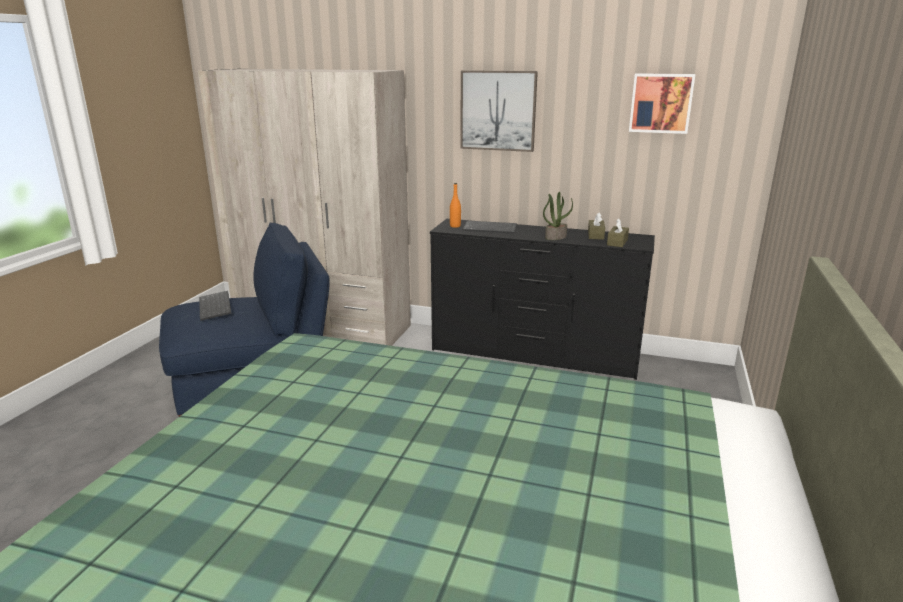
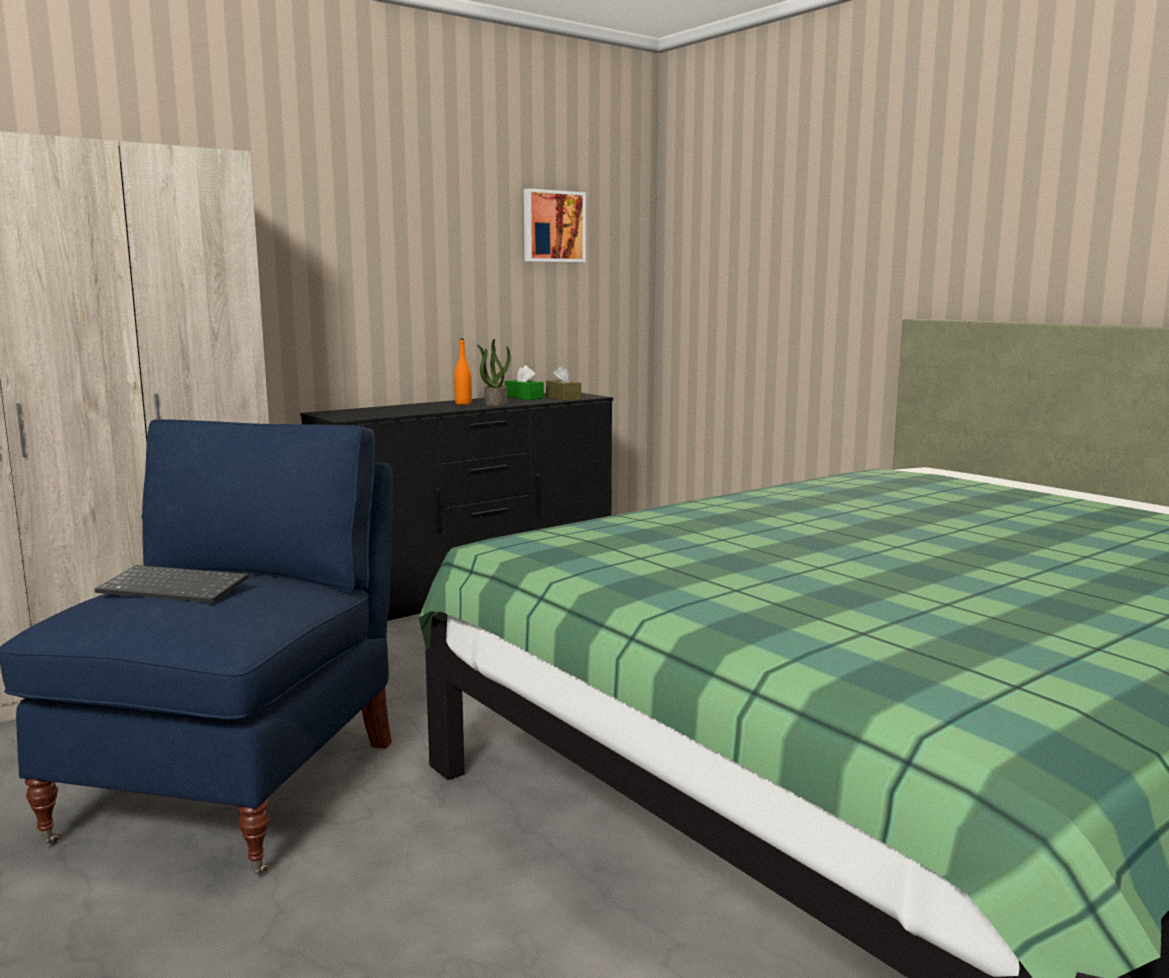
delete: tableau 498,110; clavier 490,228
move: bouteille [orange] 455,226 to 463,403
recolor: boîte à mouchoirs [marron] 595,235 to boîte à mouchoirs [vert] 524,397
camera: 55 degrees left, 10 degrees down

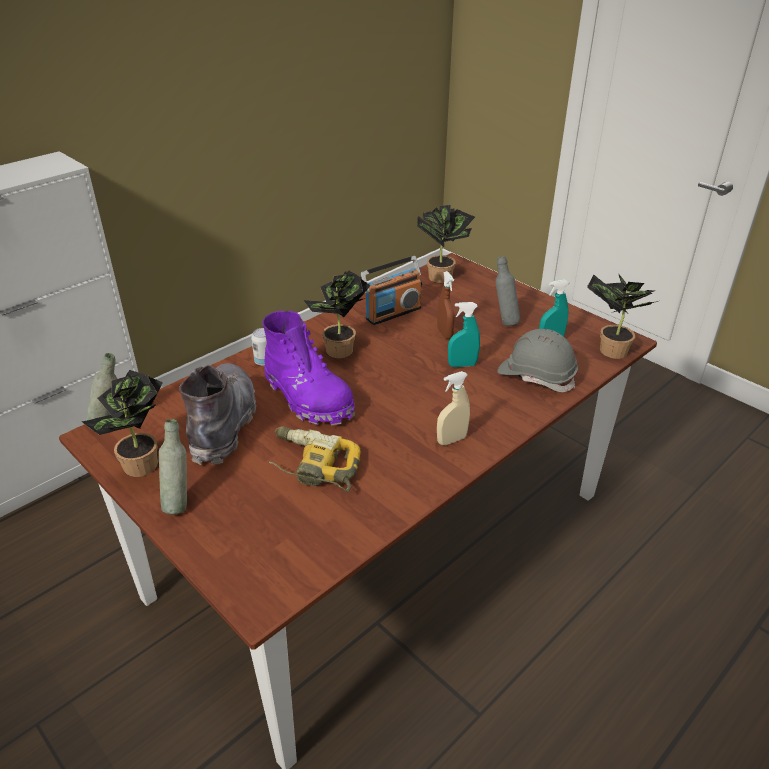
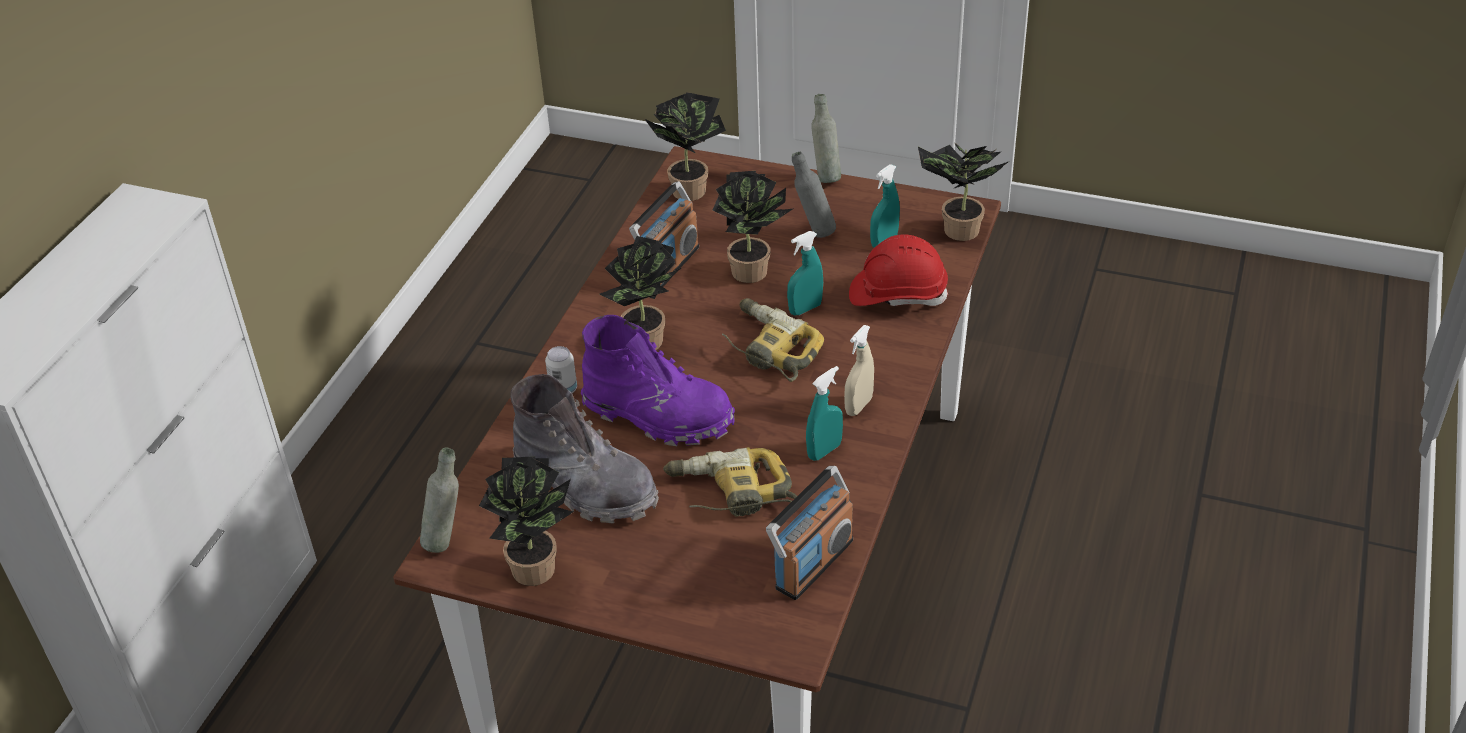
insert: perceuse 768,349; radio 813,563; vaporisateur [turquoise] 824,451
move: bouteille [gris] 179,503 to 825,176
replace: vaporisateur [marron] 444,333 to plante en pot 754,273
recolor: casque de chantier [gris] 536,376 to casque de chantier [rouge] 897,294
rotate: botte [gris] 223,424 = 585,485 150 degrees clockwise
camera: 25 degrees left, 5 degrees up

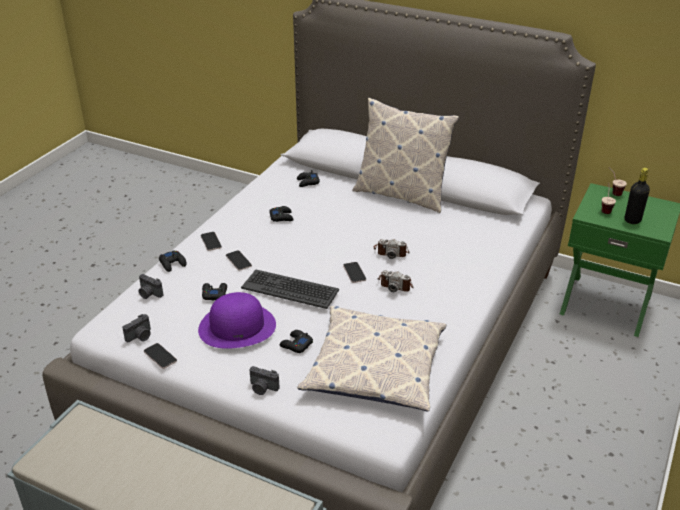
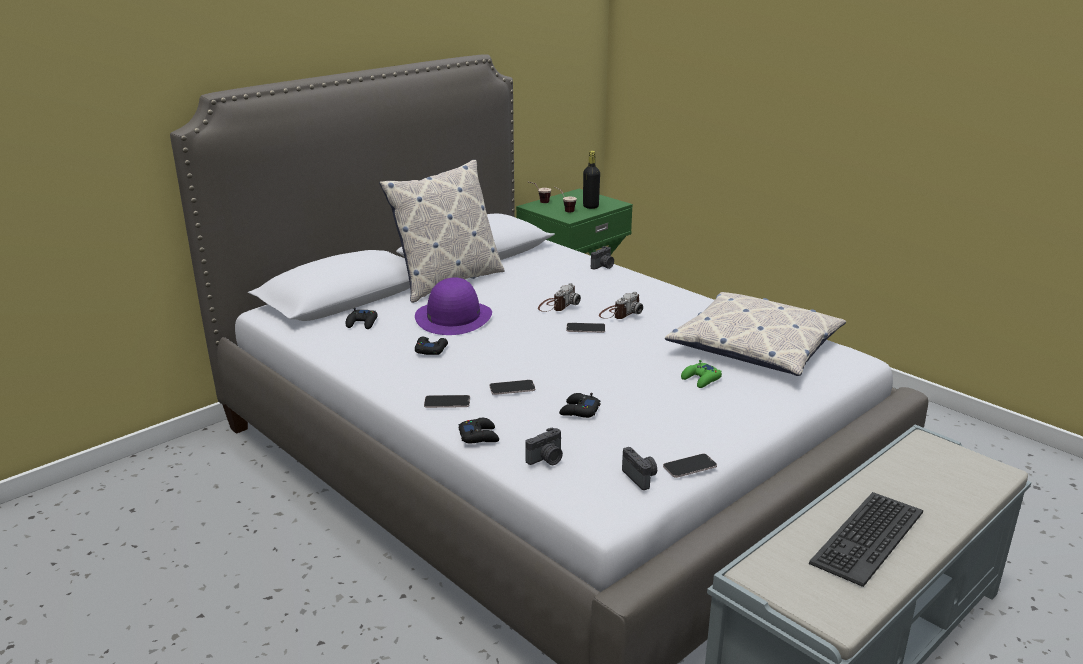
move: chapeau [violet] 237,326 to 453,317; appareil photo 262,388 to 603,266; clavier 290,289 to 866,537
recolor: manette [noir] 296,345 to manette [vert] 701,379
camera: 70 degrees left, 10 degrees down

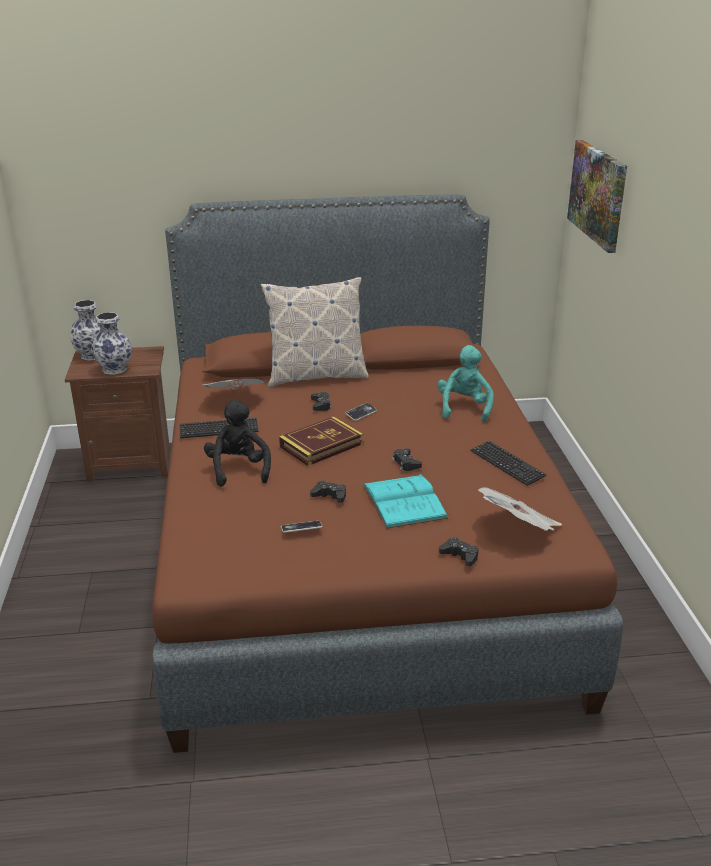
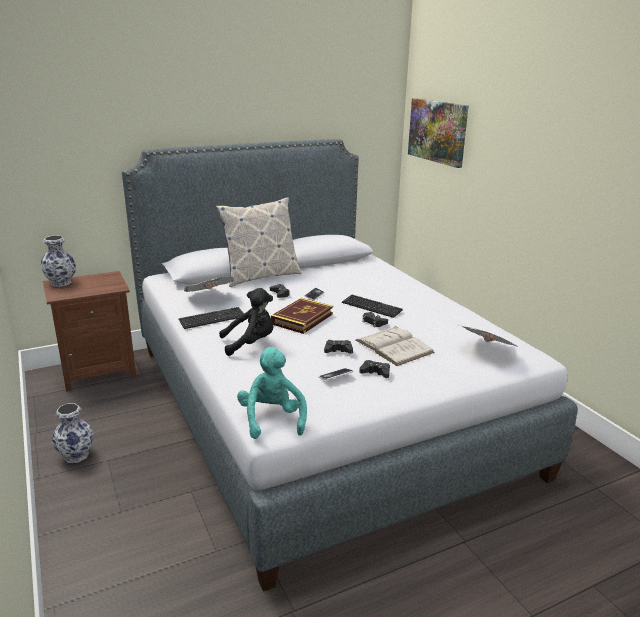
move: vase 115,369 to 77,455; peluche [turquoise] 464,408 to 272,419; clavier 507,464 to 371,307; manette [noir] 460,556 to 375,372
recolor: lit [marron] 354,552 to lit [gris] 317,406; livre [turquoise] 404,501 to livre [blanc] 394,346
rotate: peluche [noir] 238,469 = 250,344 105 degrees clockwise
camera: 20 degrees left, 5 degrees down

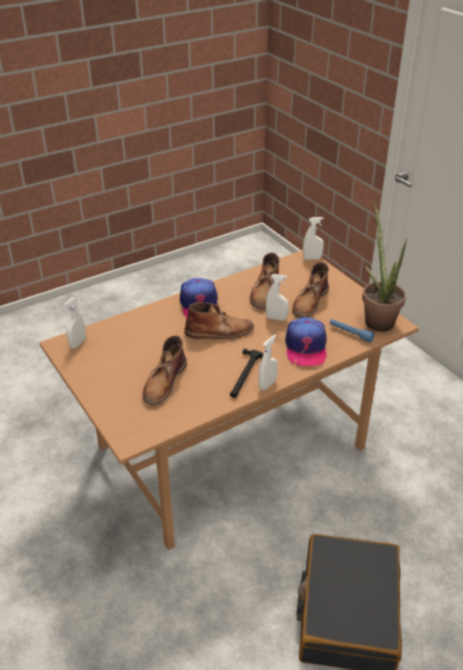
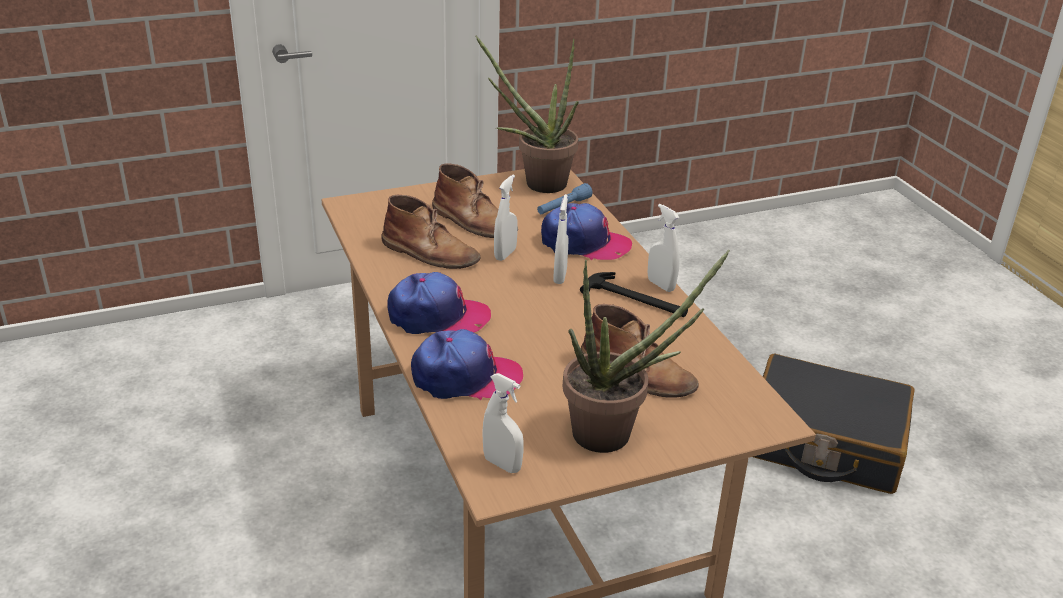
delete: botte [marron] 220,331
insert: casquette 465,377; plante en pot 615,434
move: vaporisateur [blanc] 312,258 to 560,276
camera: 80 degrees left, 5 degrees down

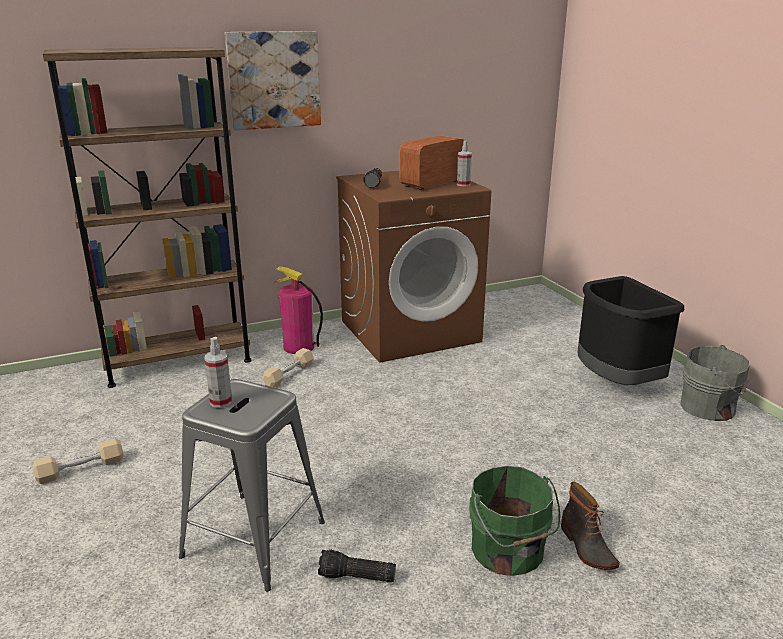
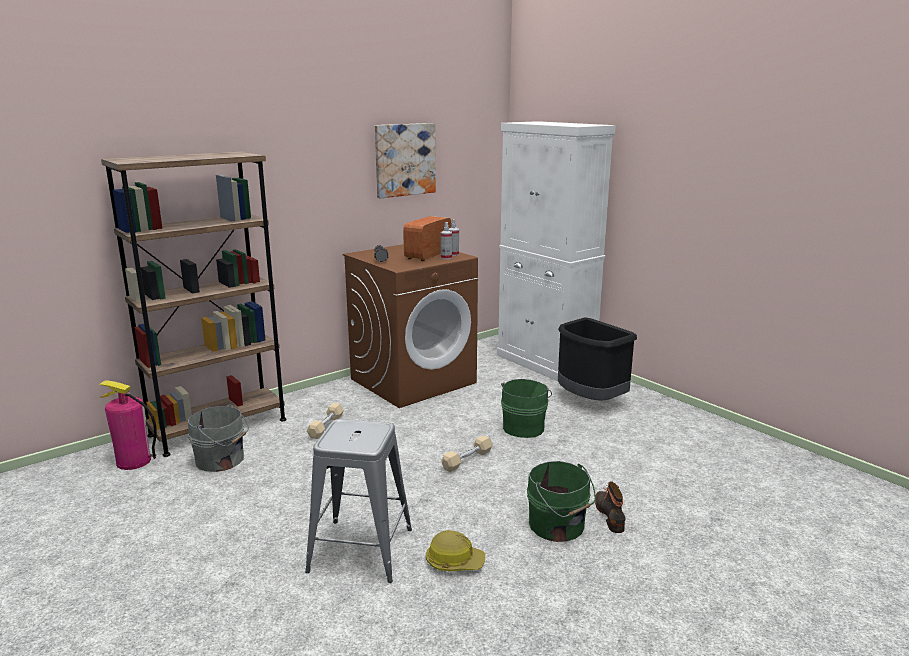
insert: meuble de rangement [blanc] 545,363; seau [vert] 524,427
move: extincteur 298,347 to 133,461; seau [gris] 710,408 to 222,460; tableau 274,80 to 404,159; vaporisateur 221,402 to 446,258; haltère [beige] 81,469 to 467,460
replace: lampe de poche 356,577 to casque de chantier 454,562
rotate: botte 586,547 = 610,515 150 degrees counterclockwise
camera: 15 degrees left, 5 degrees down

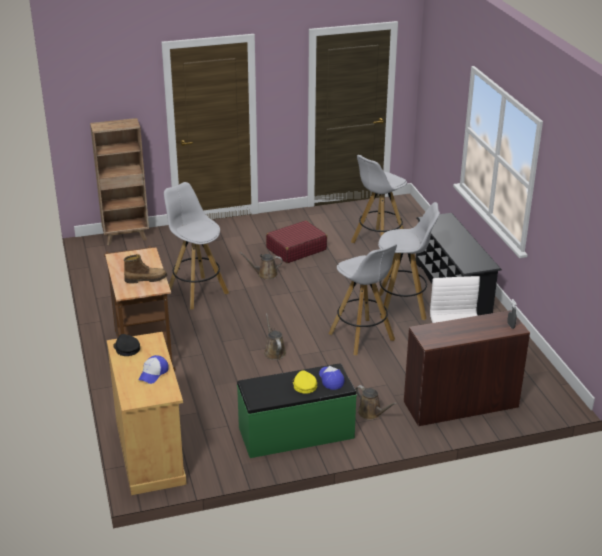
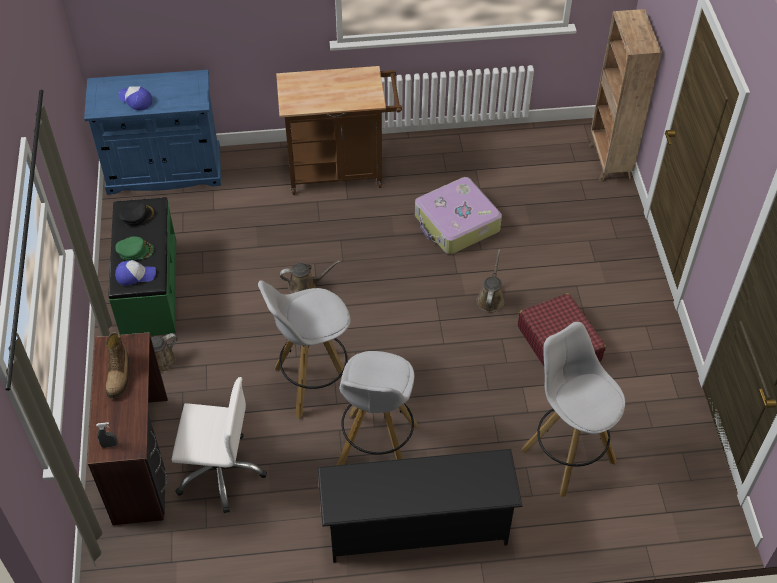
move: botte 146,279 to 119,376; casquette [noir] 126,348 to 137,215
replace: tabouret [blanc] 196,292 to valise 456,224
recolor: meuble de rangement [beige] 150,452 to meuble de rangement [bleu] 164,171; casquette [jaune] 304,385 to casquette [vert] 135,251
camera: 100 degrees right, 20 degrees up

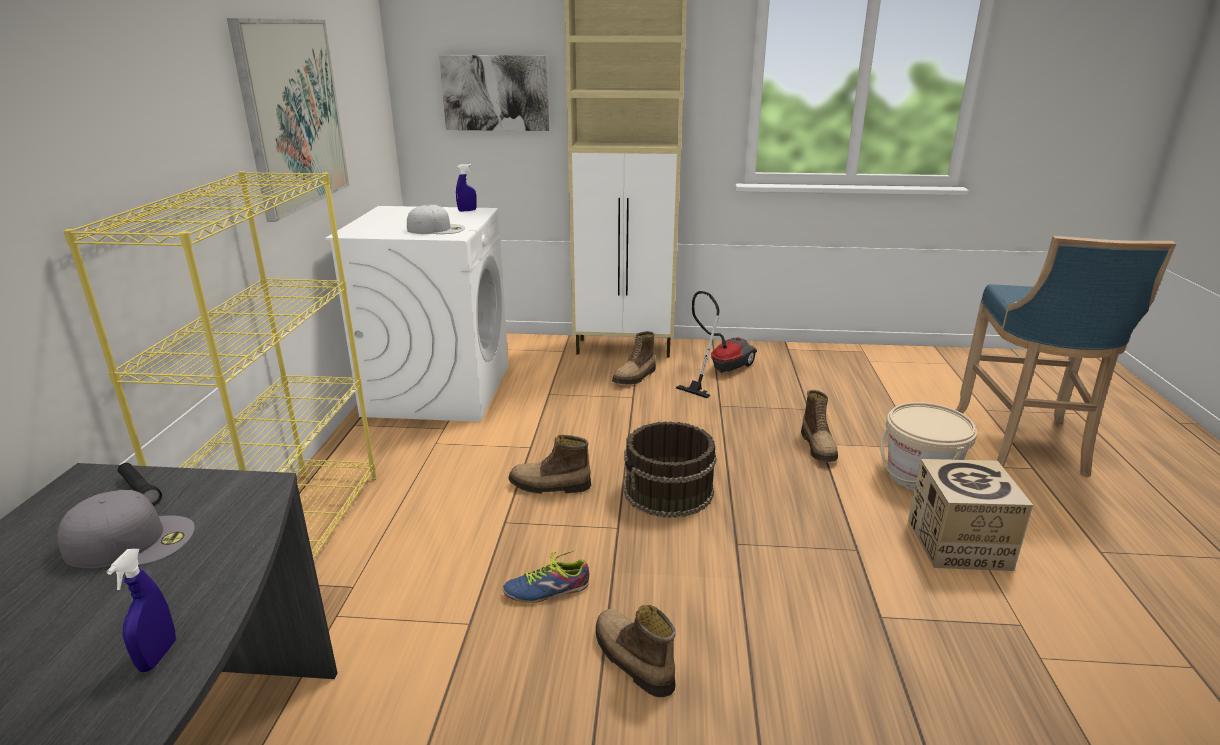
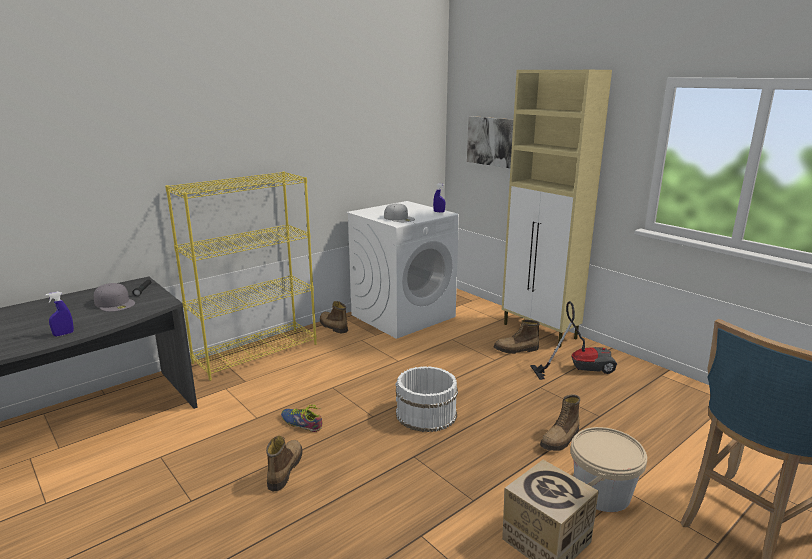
delete: tableau 293,115
move: botte 549,486 to 333,326
recolor: seau [marron] 668,491 to seau [blanc] 426,414
camera: 45 degrees right, 5 degrees down

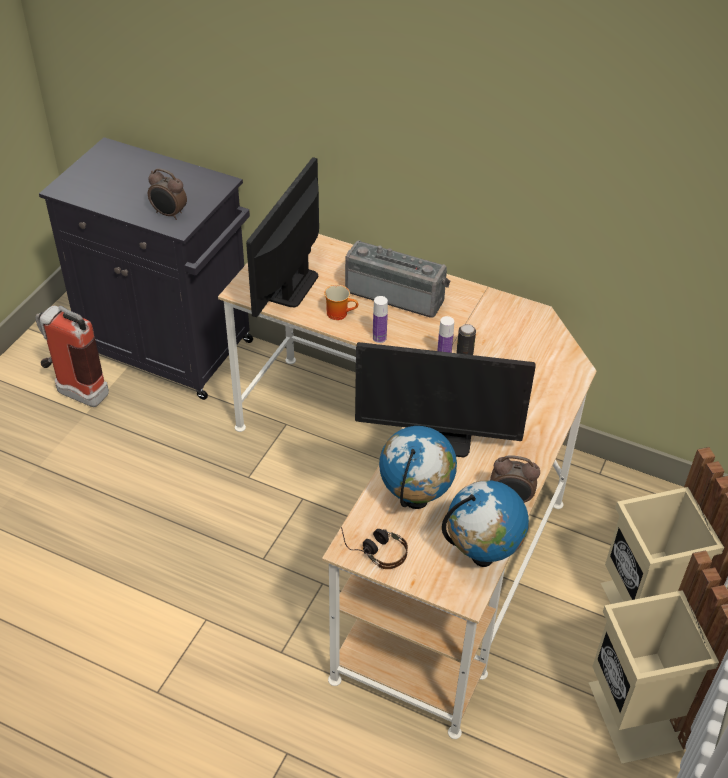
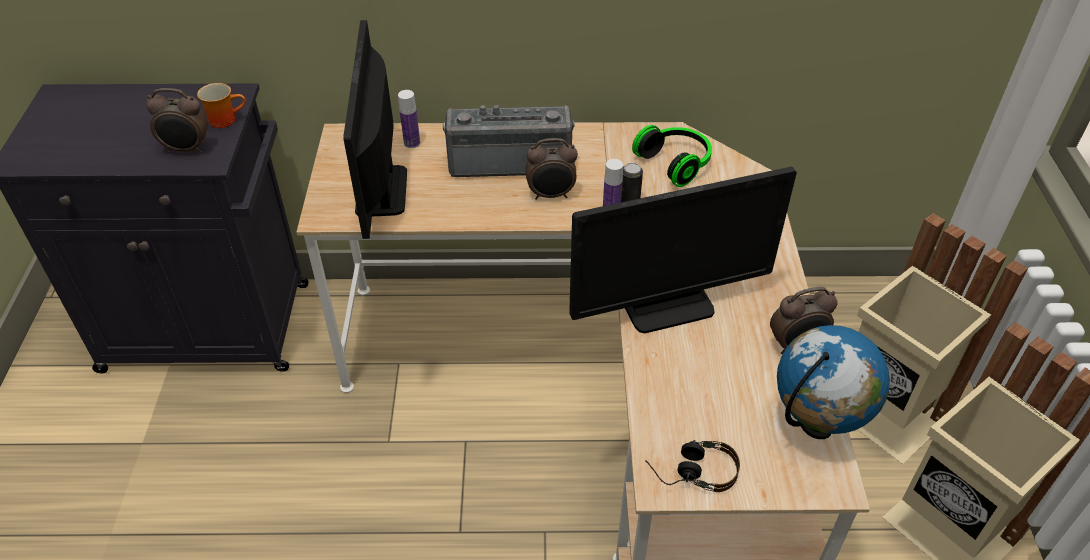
delete: extincteur 75,390; globe 415,500
insert: réveil 551,195; casque audio 676,163
move: mug 340,313 to 226,119; bouteille 379,338 to 412,143
camera: 25 degrees left, 0 degrees up

